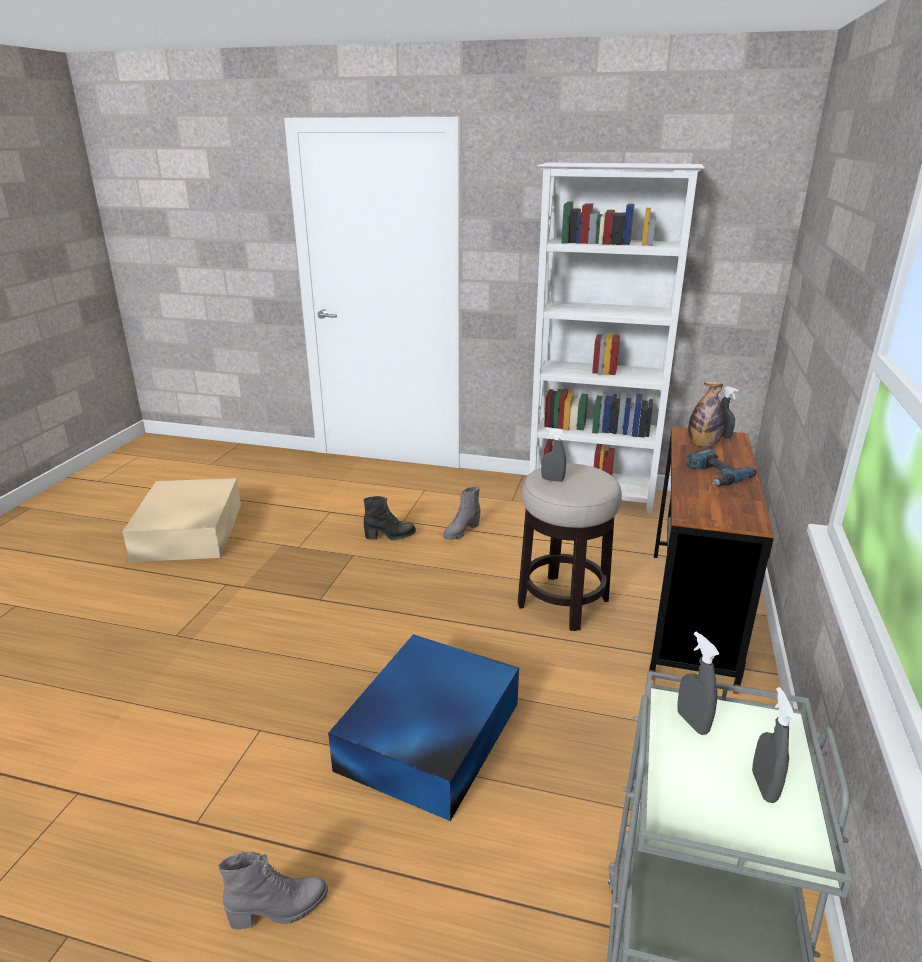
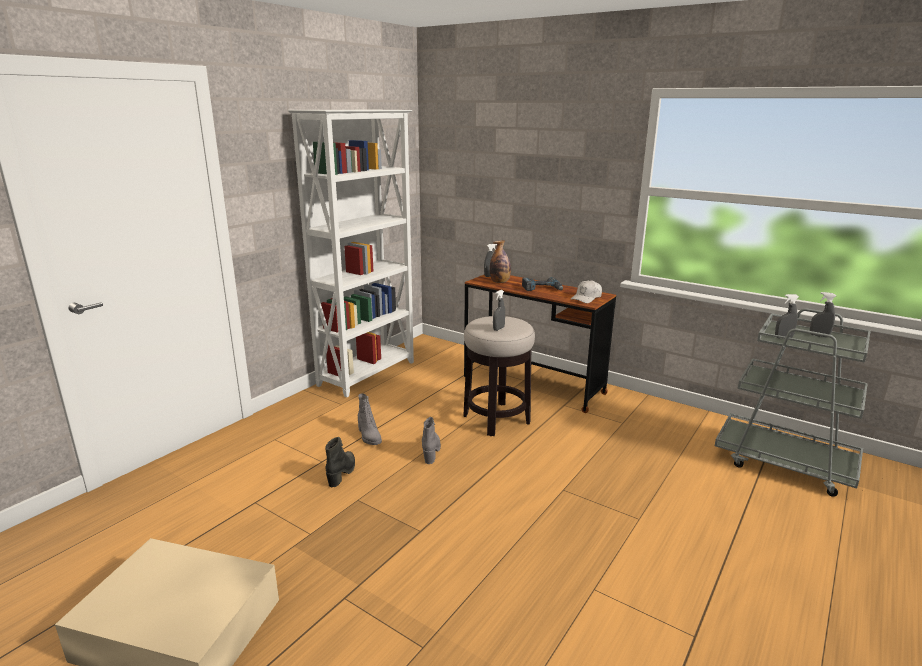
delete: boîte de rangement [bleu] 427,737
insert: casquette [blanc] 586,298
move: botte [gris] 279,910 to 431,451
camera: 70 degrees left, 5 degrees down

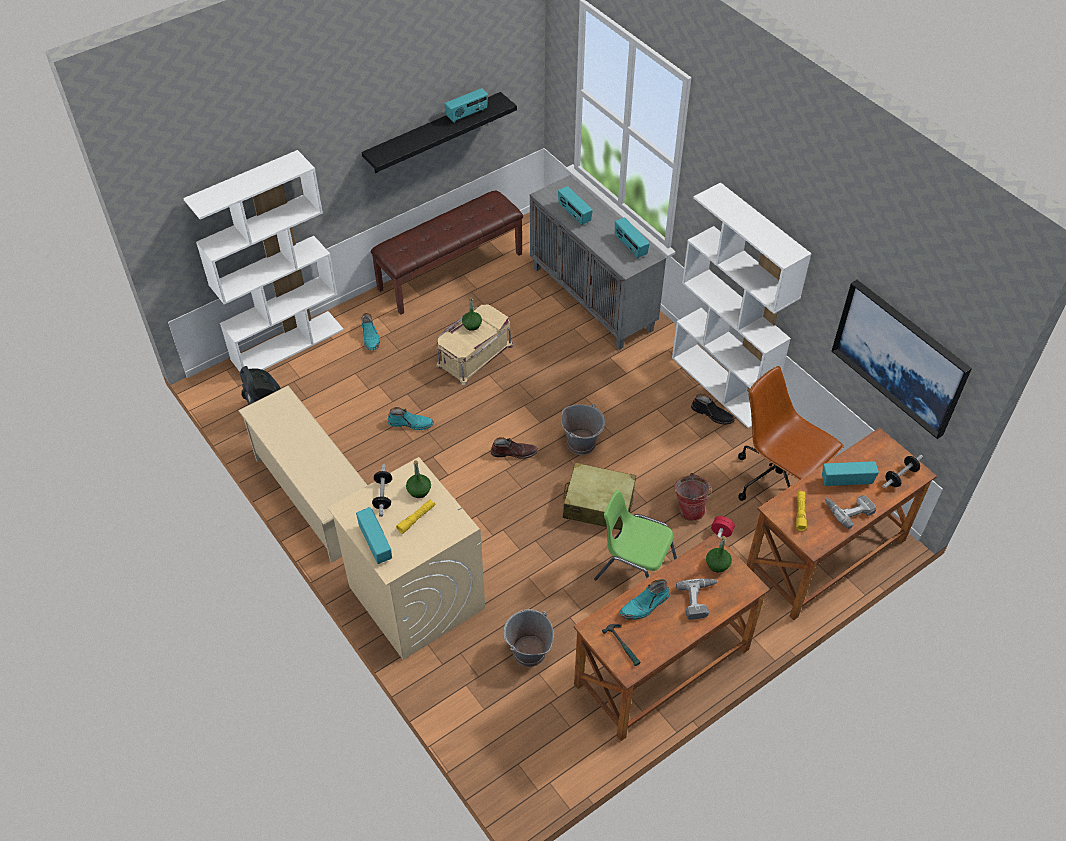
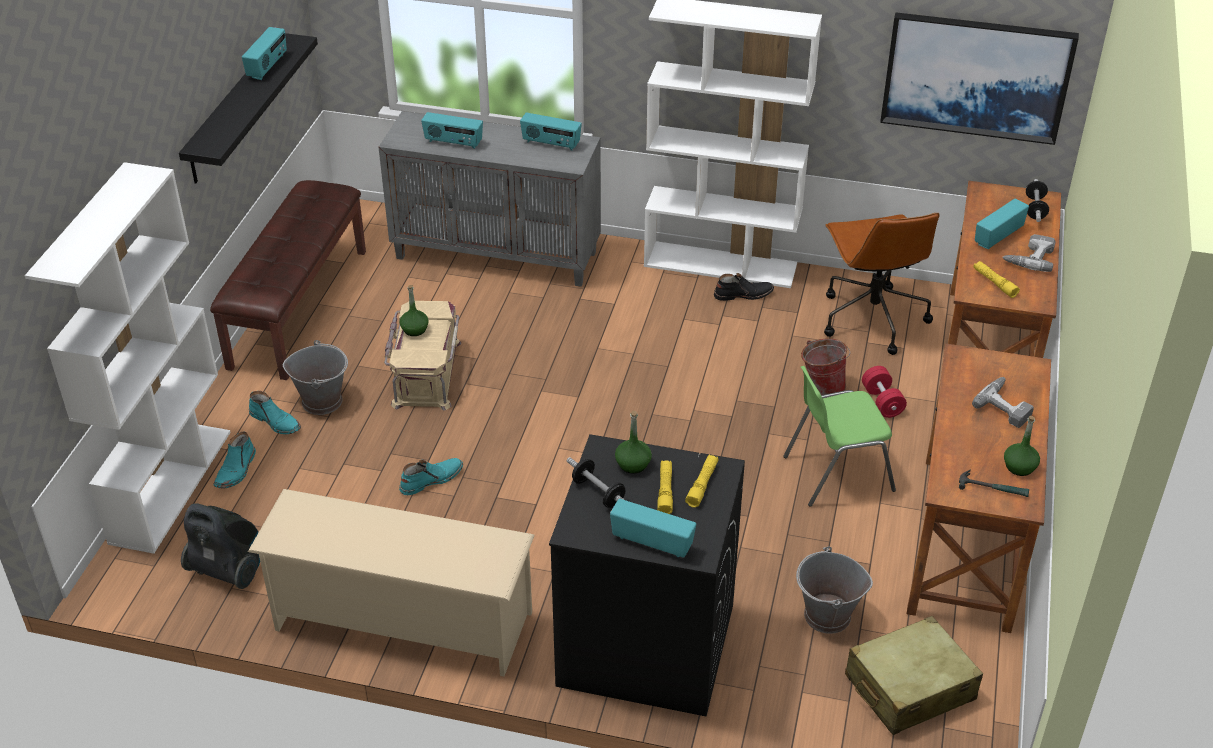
delete: botte [marron] 514,452
insert: lampe de poche [jaune] 702,485
move: botte [turquoise] 645,605 to 236,470; seau [gris] 581,443 to 322,401; valise [beige] 598,504 to 909,688; bouteille [vert] 717,564 to 1019,467
recolor: lave-linge [beige] 415,597 to lave-linge [noir] 644,645
rotate: chaise de bureau [marron] 777,482 = 871,318 105 degrees counterclockwise
camera: 40 degrees left, 10 degrees down

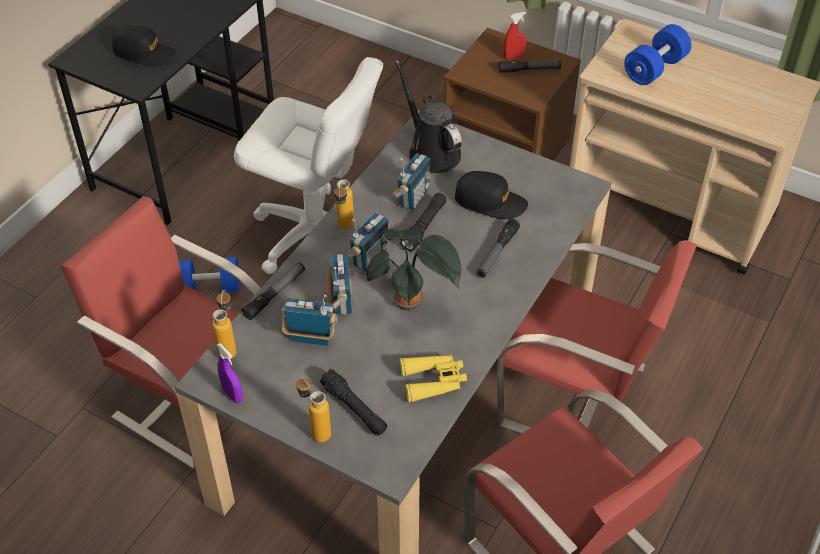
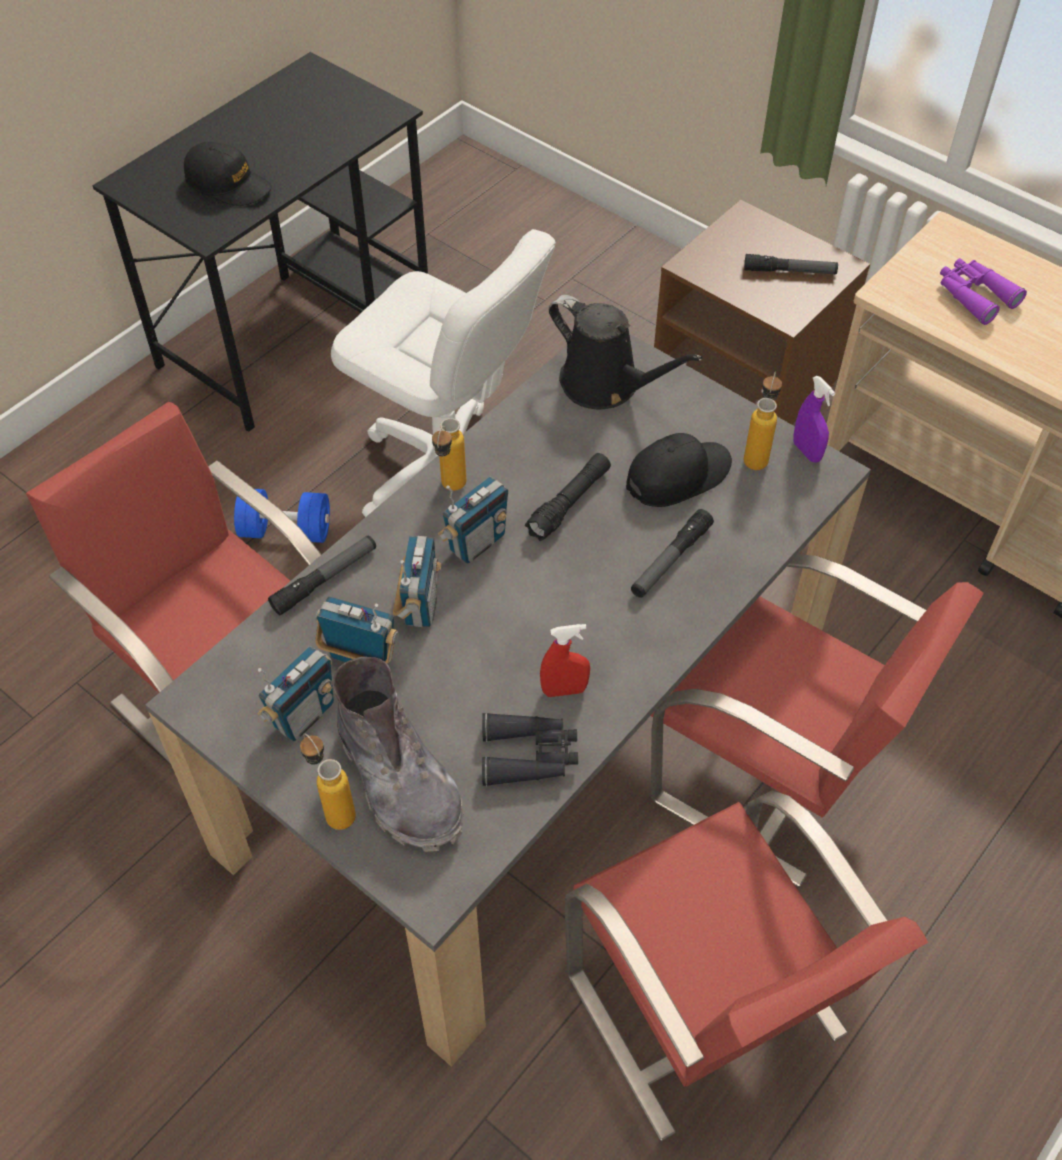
delete: plante en pot 411,303
move: radio 413,198 to 303,715; vaporisateur [rouge] 514,57 to 564,690; bouteille 229,347 to 757,454; vaporisateur [violet] 232,394 to 807,451
replace: lampe de poche [noir] 354,408 to botte [gris] 399,781; haltère [bleu] 655,68 to jumelles [violet] 974,295
recolor: jumelles [jaune] 434,381 to jumelles [noir] 530,755
rotate: arrosoir [noir] 431,151 = 606,385 150 degrees clockwise; casquette [noir] 490,201 = 678,476 60 degrees counterclockwise
camera: 10 degrees right, 5 degrees up

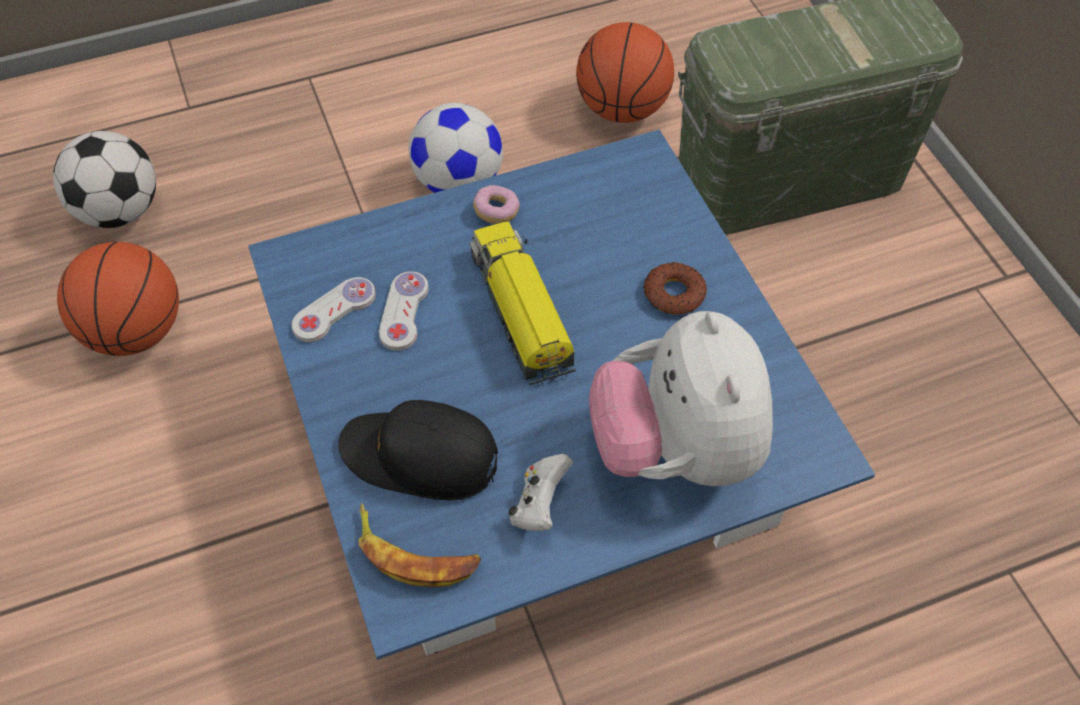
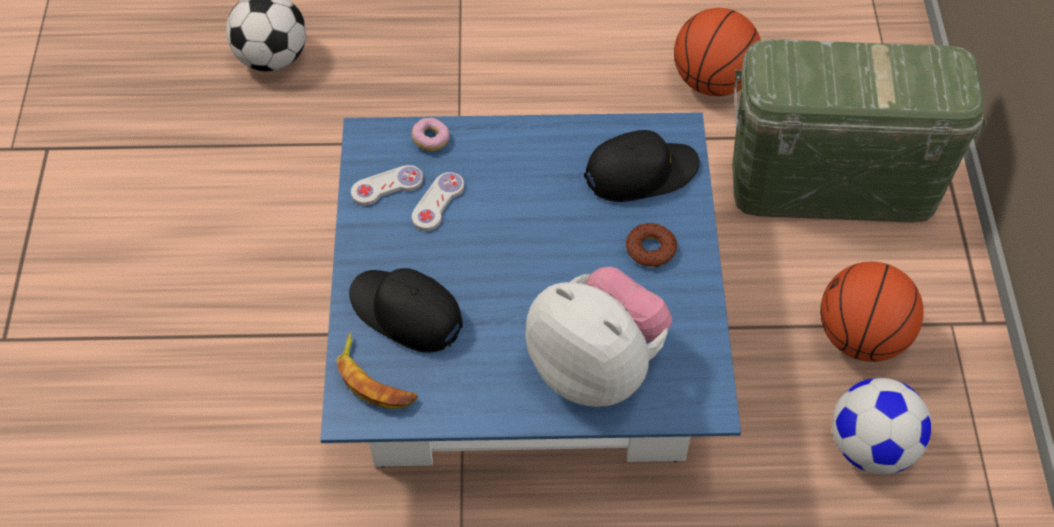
delete: camion jouet 521,313; manette [blanc] 539,505
insert: casquette [noir] 641,173
move: beignet 496,212 to 431,140; ballon de basket 136,332 to 862,337; ballon de foot 459,183 to 871,448
rotate: peluche 676,449 = 596,366 120 degrees clockwise
camera: 20 degrees right, 0 degrees up

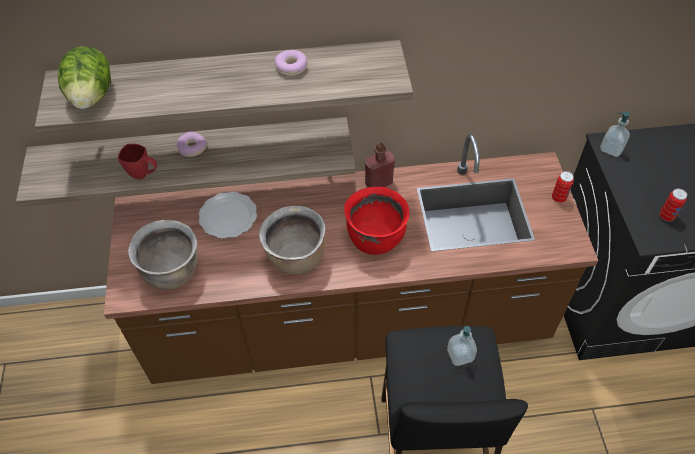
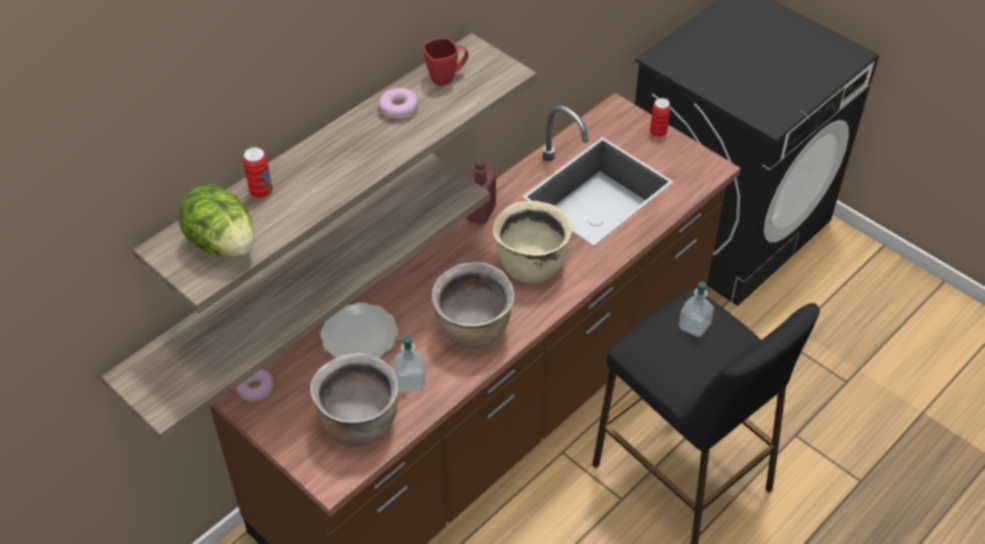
move: beignet 192,148 to 255,389; boîte métallique 666,216 to 261,192; distributeur de savon 611,149 to 410,381; mug [rouge] 144,174 to 447,77
recolor: marmite [rouge] 375,238 to marmite [beige] 530,265
camera: 40 degrees left, 5 degrees down

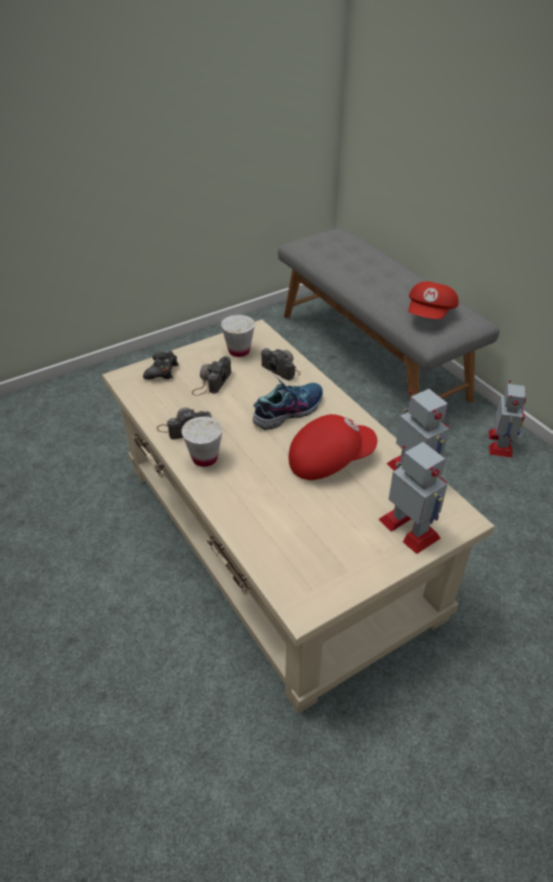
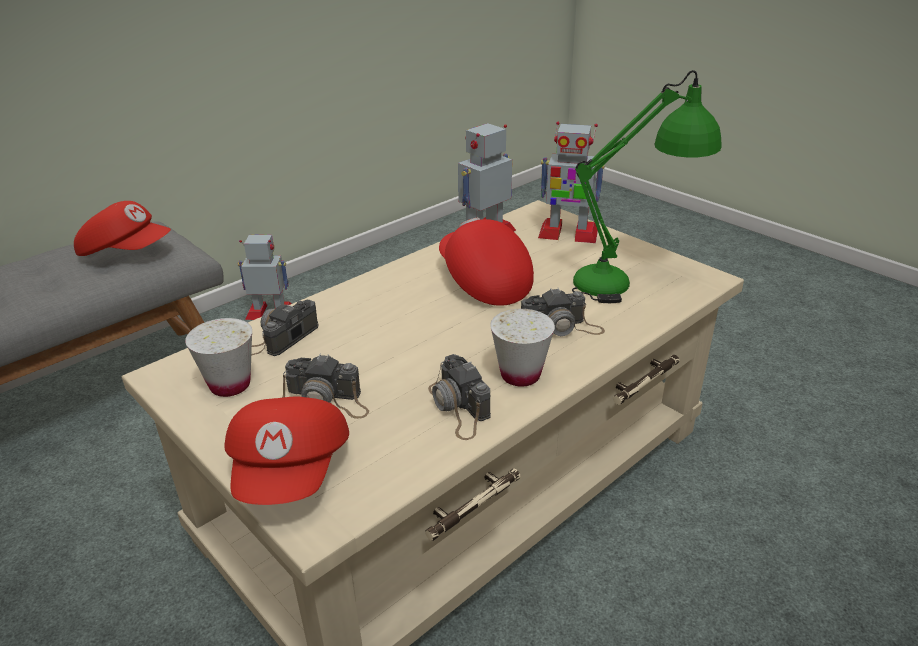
delete: chaussure 288,411
insert: appareil photo 561,328; lampe de table [vert] 632,282
replace: manette [noir] 162,371 to casquette [rouge] 292,471
rotate: robot jouet 409,529 = 567,233 120 degrees counterclockwise
camera: 100 degrees left, 10 degrees down

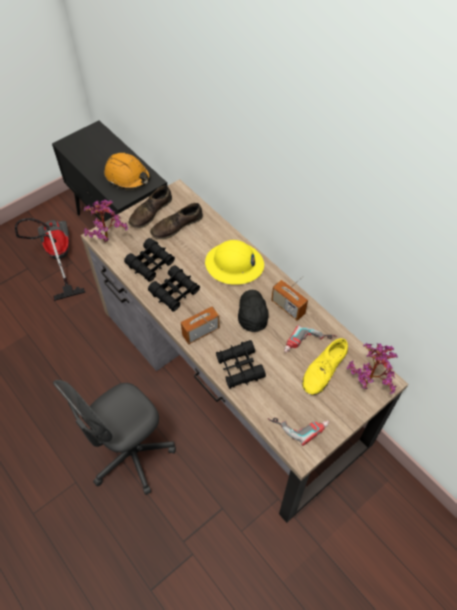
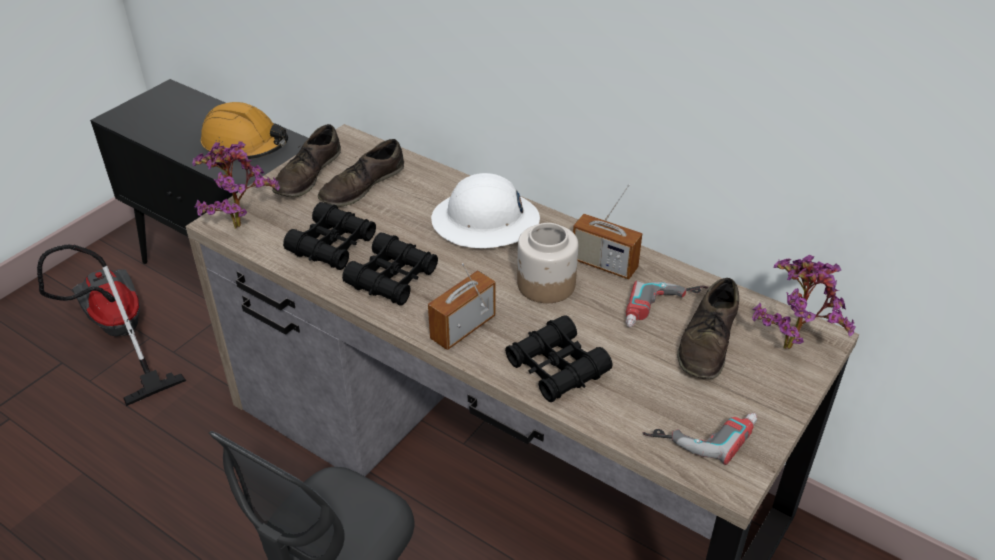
replace: casquette [noir] 252,314 to bocal 545,285
recolor: casque de chantier [jaune] 234,265 to casque de chantier [blanc] 485,222; chaussure [jaune] 324,370 to chaussure [marron] 708,342
camera: 15 degrees left, 15 degrees down

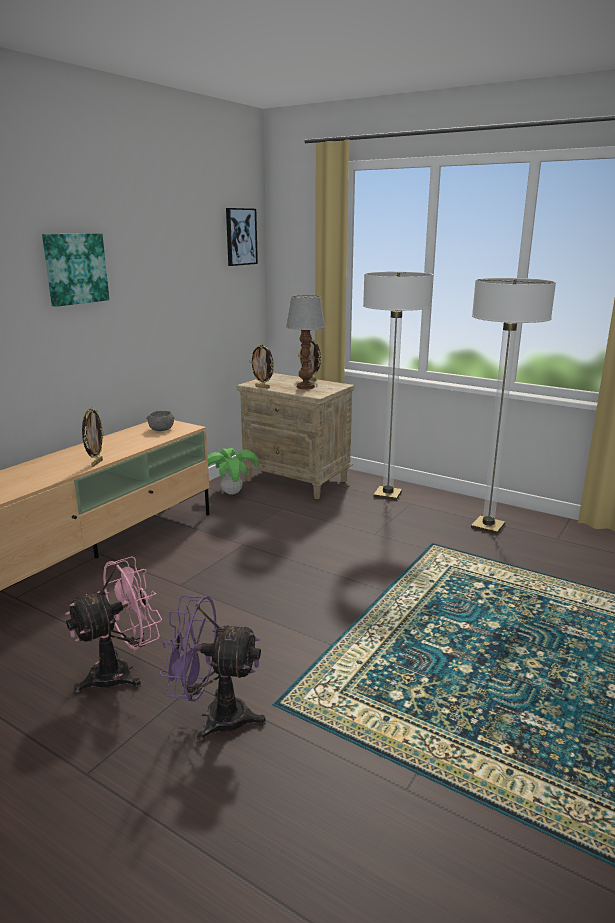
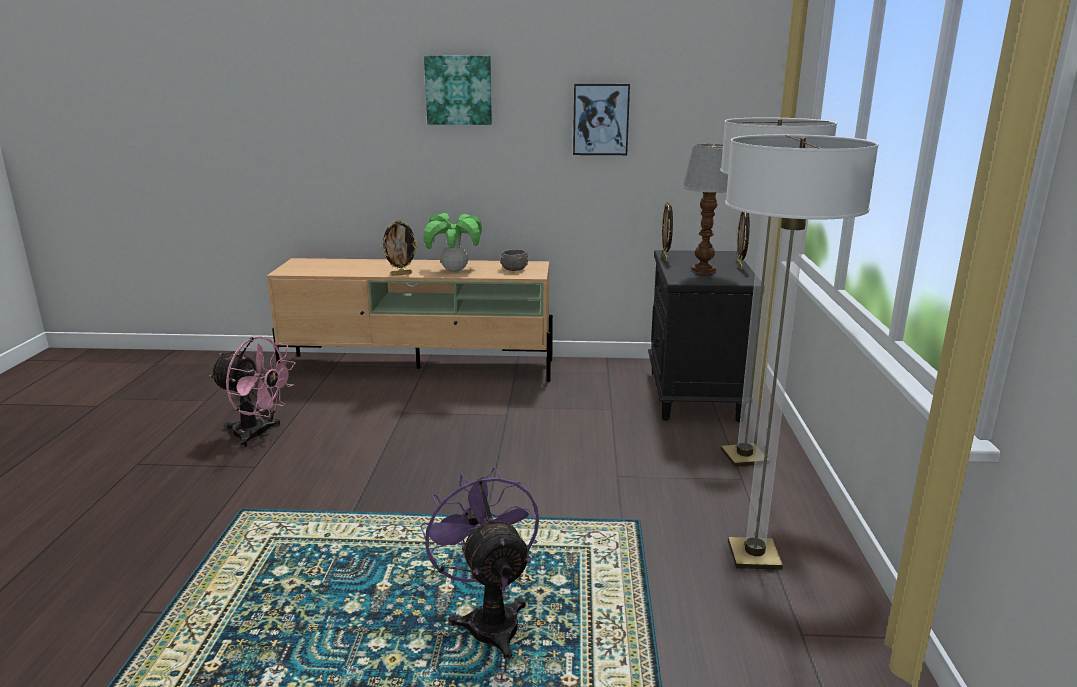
move: ventilateur [violet] 214,717 to 489,619; plante en pot 232,493 to 454,270; tableau 240,236 to 600,119
recolor: table de chevet [beige] 297,480 to table de chevet [noir] 695,396
camera: 60 degrees right, 0 degrees up

